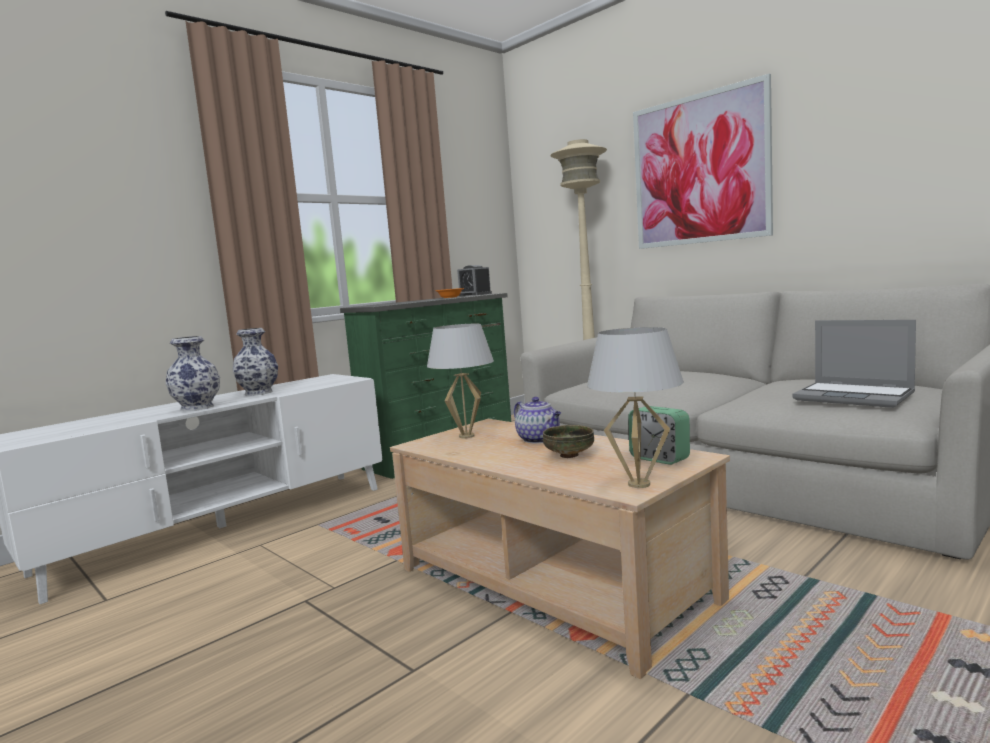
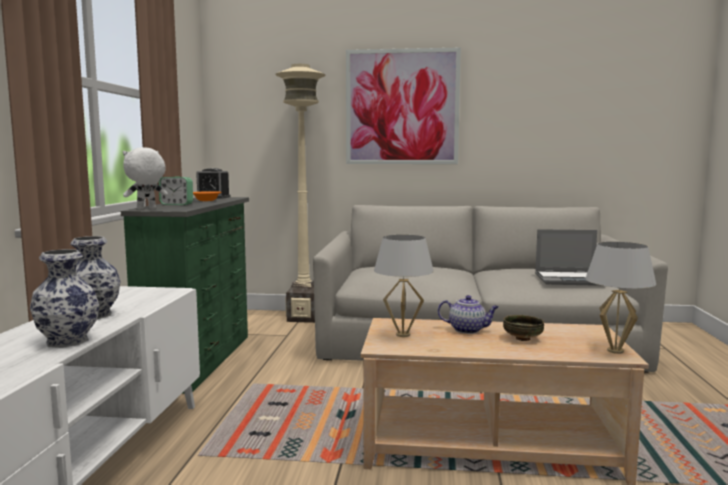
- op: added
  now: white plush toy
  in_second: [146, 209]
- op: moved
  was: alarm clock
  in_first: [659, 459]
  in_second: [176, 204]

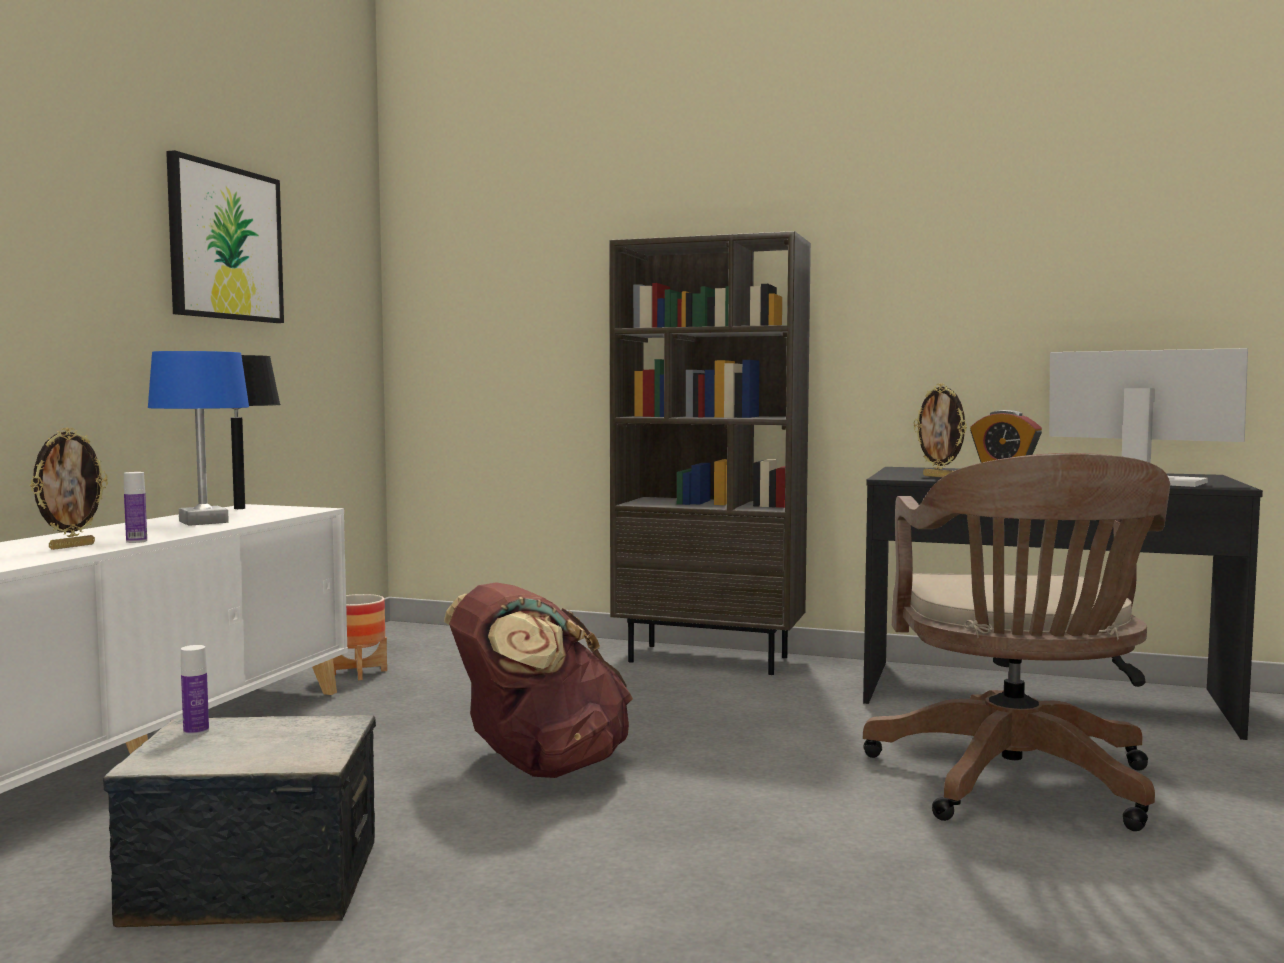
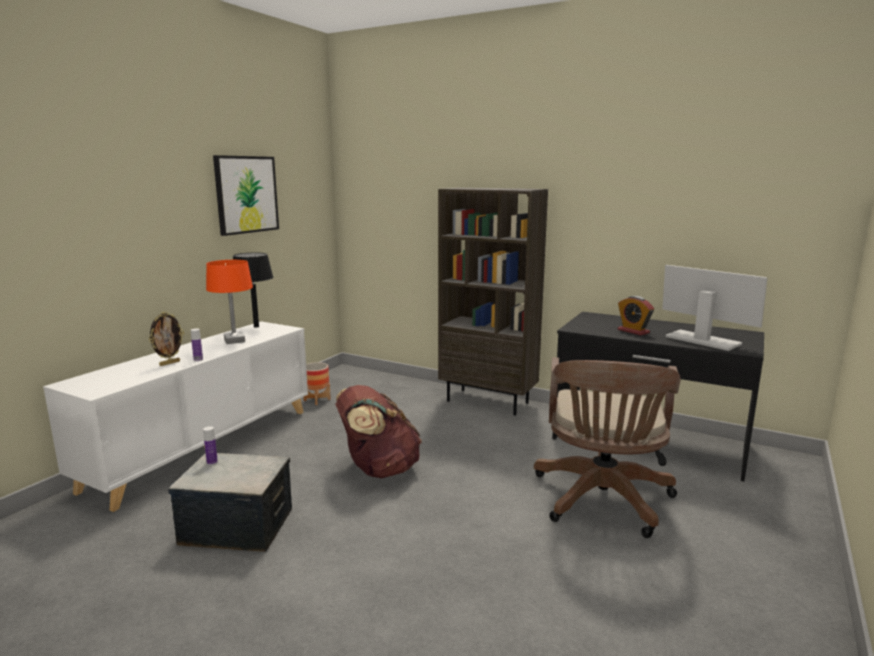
- op: recoloured
  was: blue table lamp
  now: orange table lamp
  in_first: [204, 522]
  in_second: [235, 340]
- op: removed
  was: picture frame
  in_first: [939, 476]

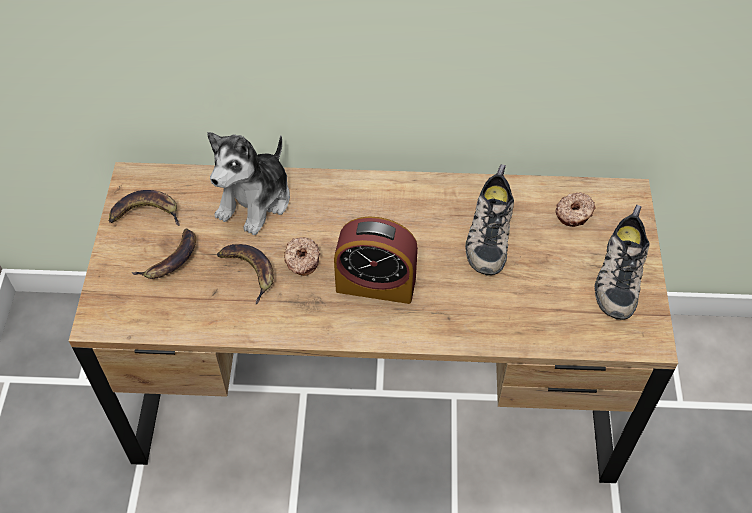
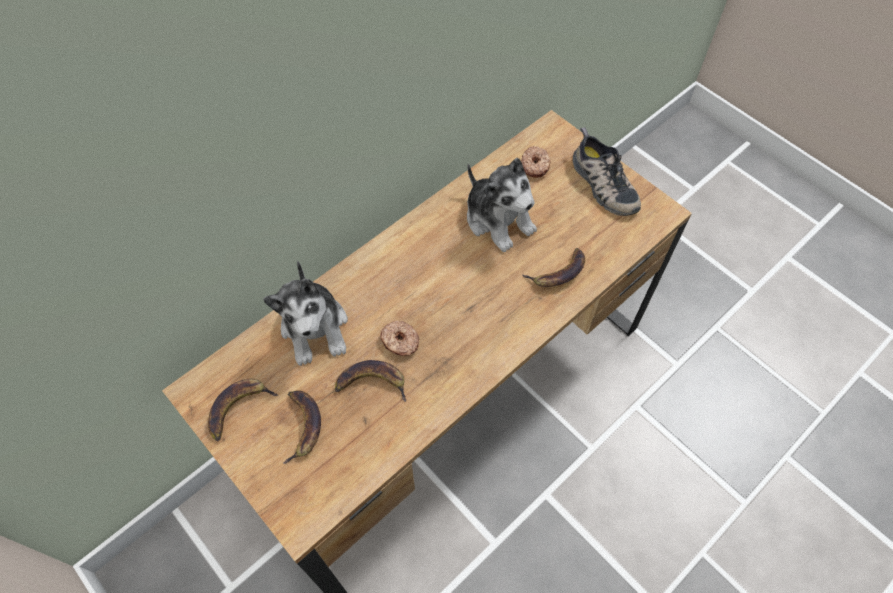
- op: replaced
  was: shoe
  now: plush toy
  in_first: [488, 232]
  in_second: [498, 220]
- op: added
  now: banana
  in_second: [558, 273]
- op: removed
  was: alarm clock
  in_first: [375, 284]

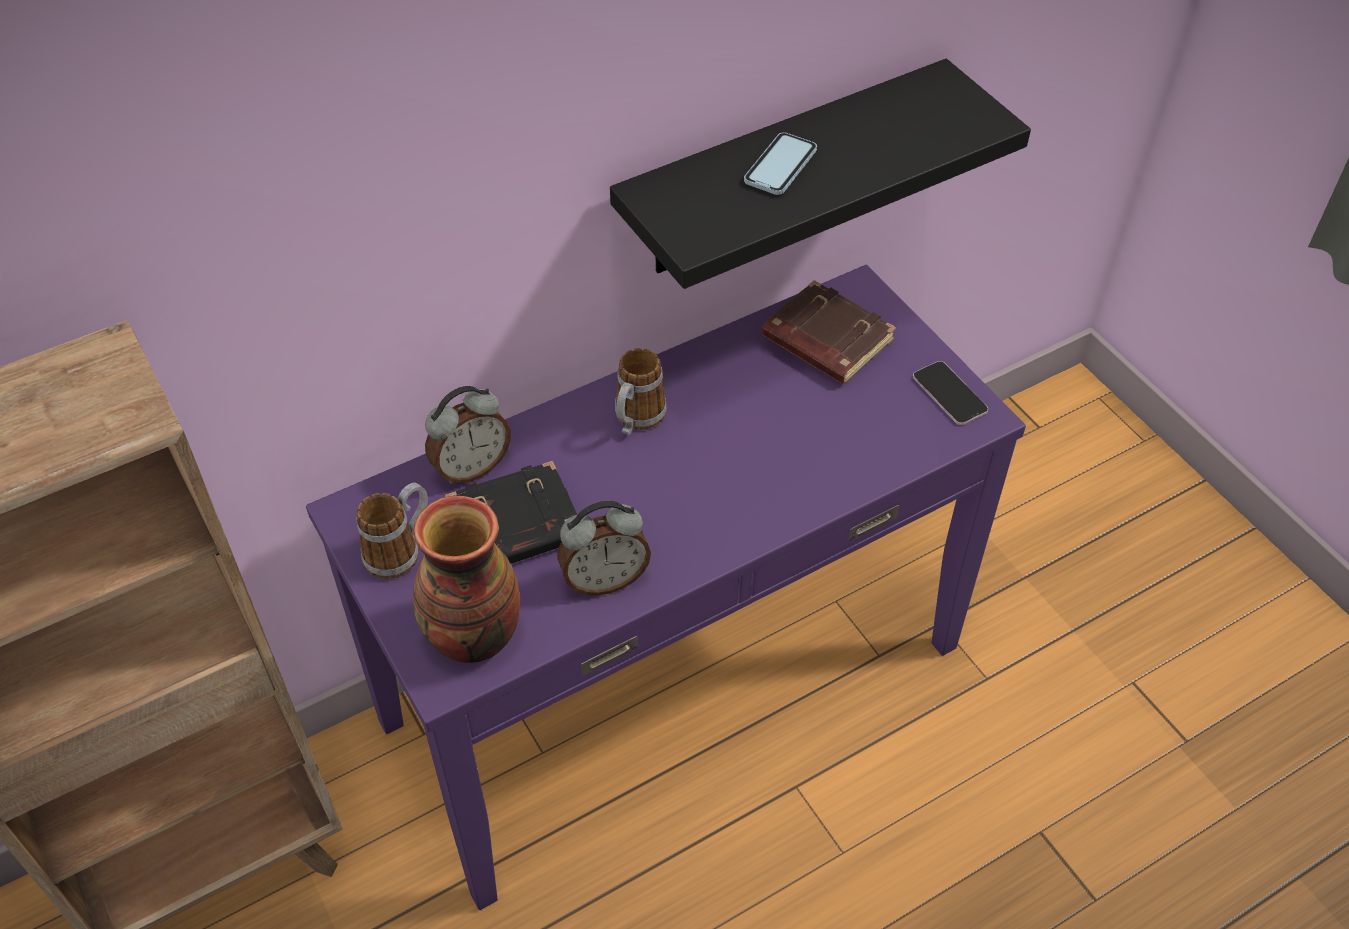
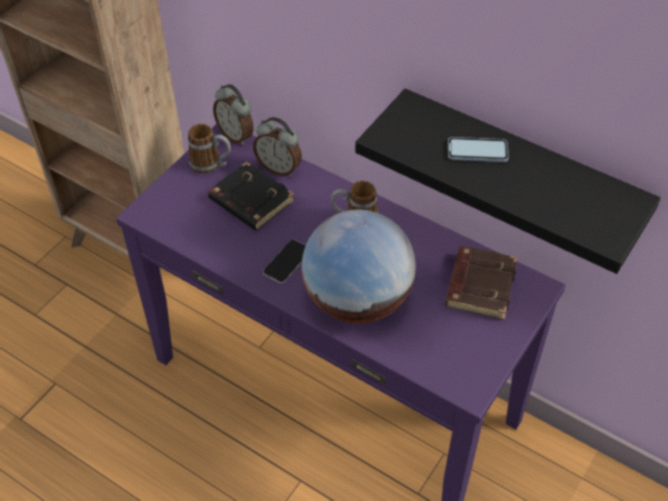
- op: moved
  was: alarm clock
  in_first: [604, 579]
  in_second: [236, 135]
- op: moved
  was: phone
  in_first: [949, 394]
  in_second: [287, 262]
- op: added
  now: globe
  in_second: [357, 299]
- op: removed
  was: vase
  in_first: [472, 637]

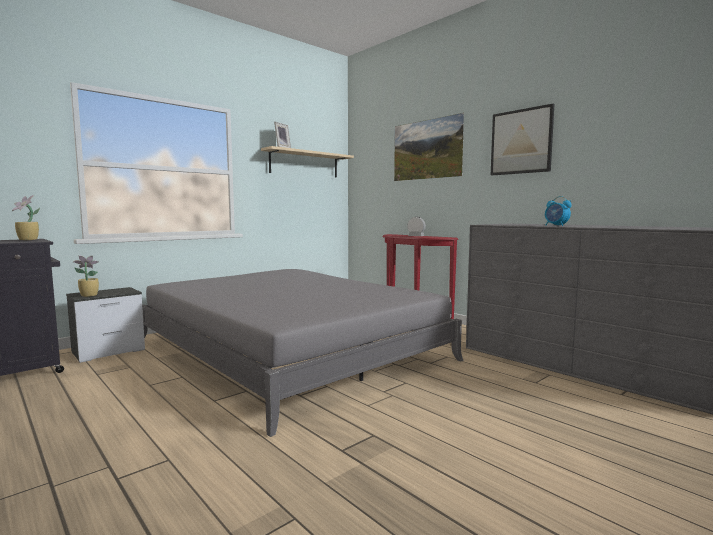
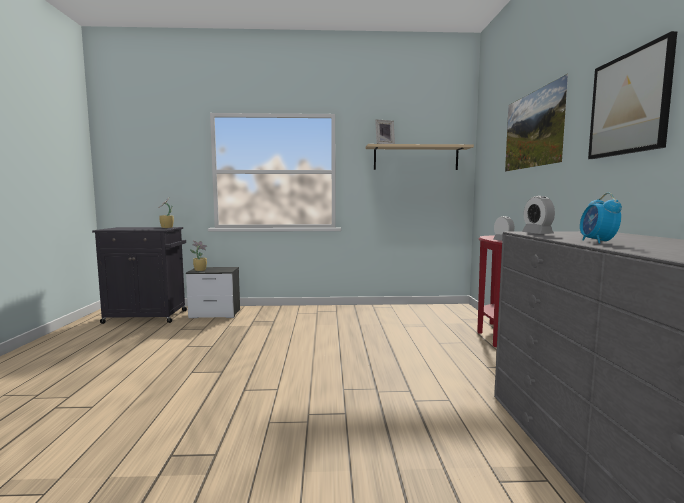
- op: added
  now: alarm clock
  in_second: [537, 233]
- op: removed
  was: grey bed
  in_first: [289, 350]

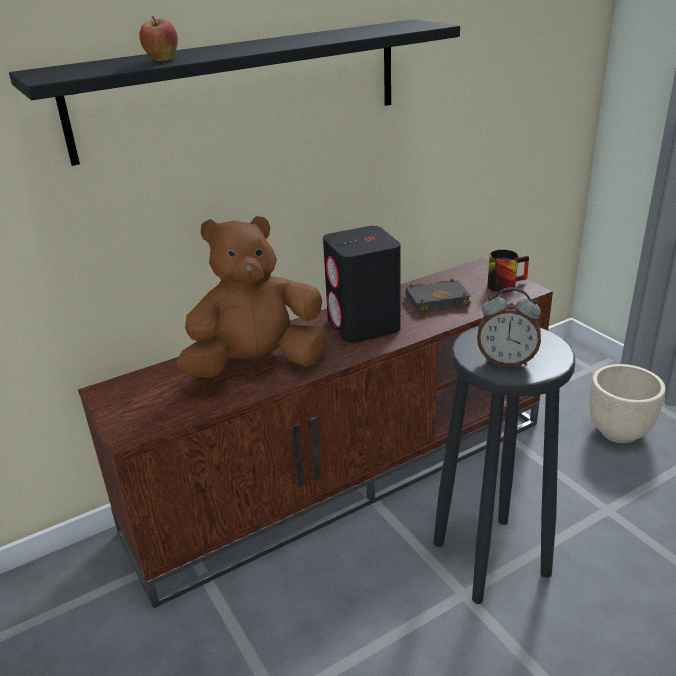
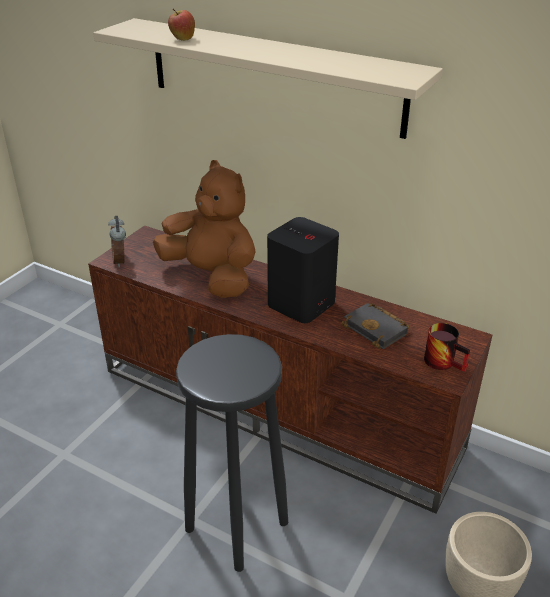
- op: recoloured
  was: black shelf
  now: beige shelf
  in_first: [242, 88]
  in_second: [272, 76]
- op: moved
  was: alarm clock
  in_first: [506, 361]
  in_second: [121, 260]

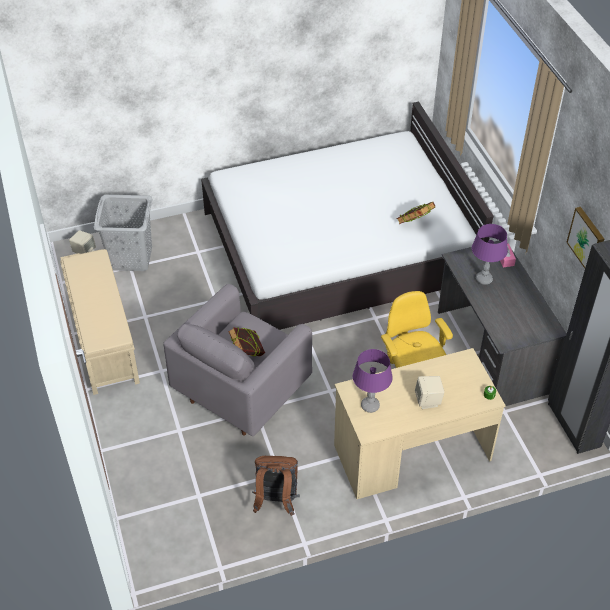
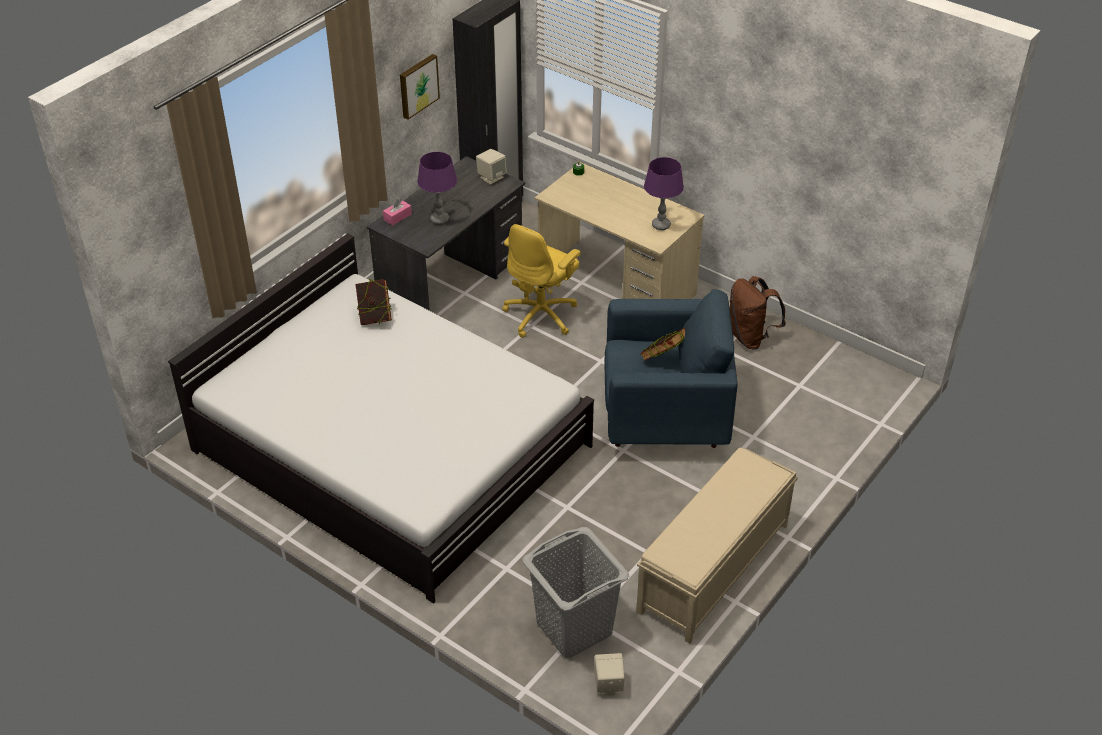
- op: moved
  was: beige speaker
  in_first: [428, 401]
  in_second: [491, 177]
- op: recoloured
  was: grey armchair
  now: blue armchair
  in_first: [242, 391]
  in_second: [664, 418]

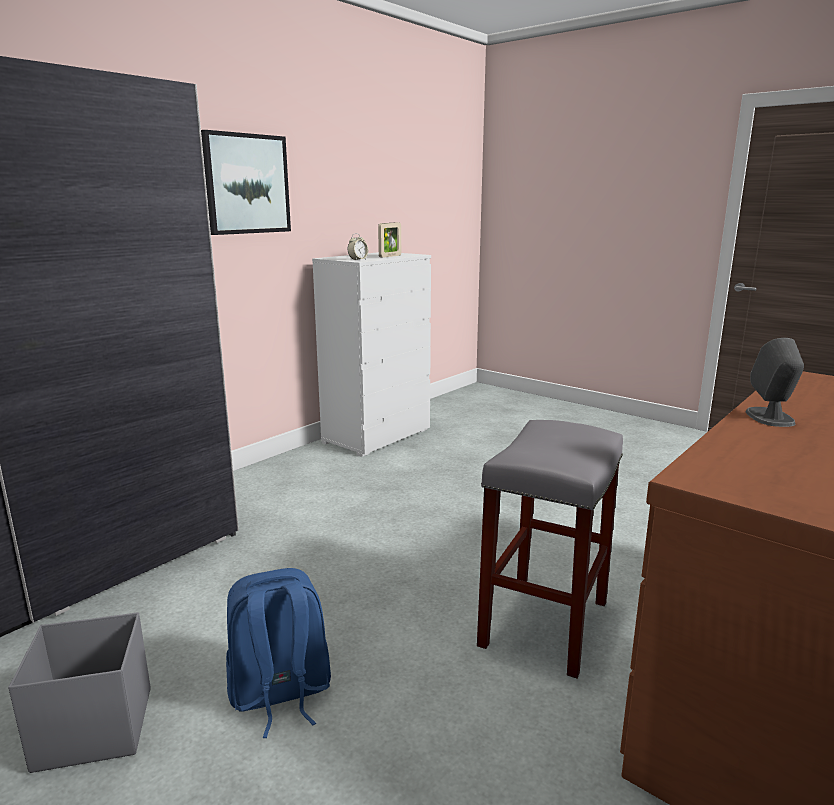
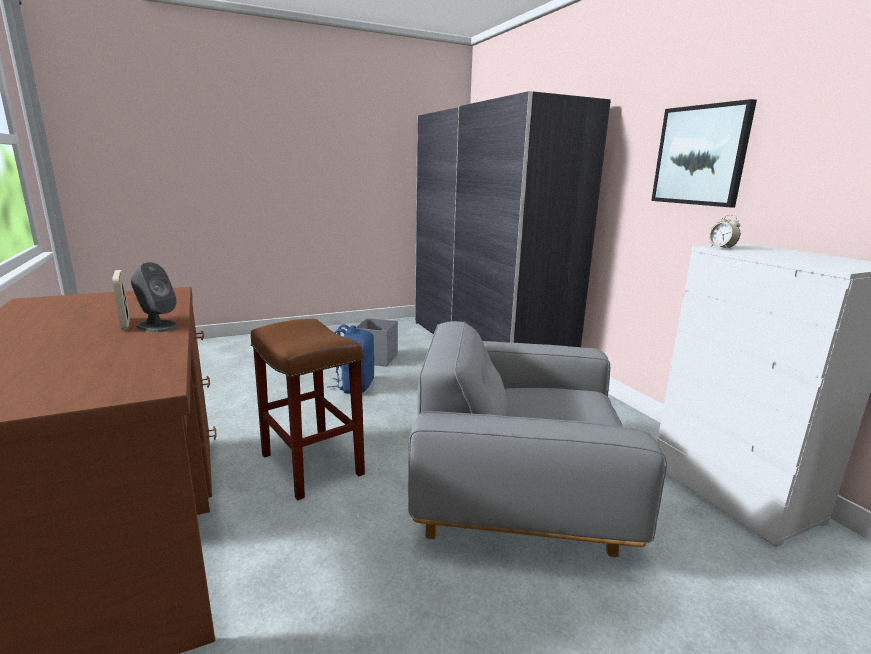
- op: moved
  was: picture frame
  in_first: [390, 256]
  in_second: [125, 324]
- op: recoloured
  was: grey stool
  now: brown stool
  in_first: [544, 622]
  in_second: [313, 465]
- op: added
  now: grey armchair
  in_second: [517, 490]

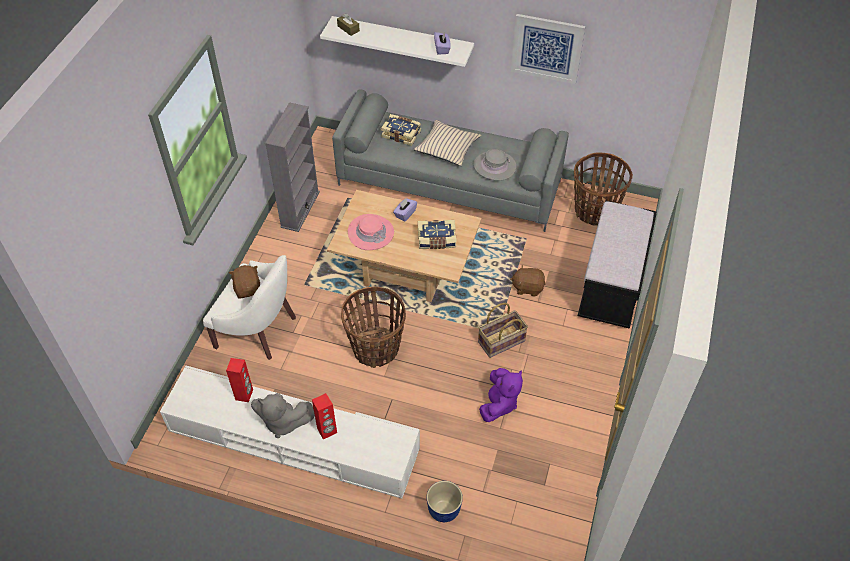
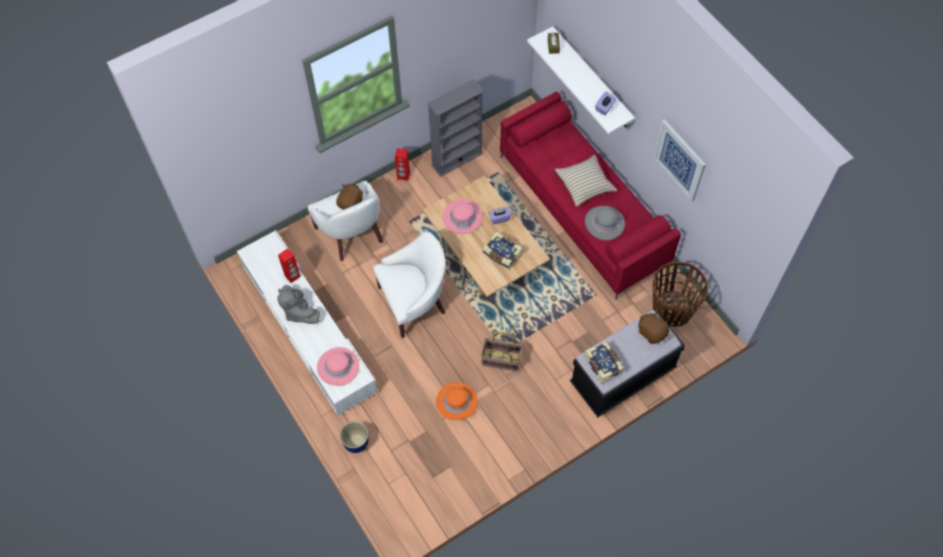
- op: added
  now: pink hat
  in_second: [338, 367]
- op: replaced
  was: basket
  now: white armchair
  in_first: [376, 348]
  in_second: [414, 302]
- op: moved
  was: red speaker
  in_first: [327, 431]
  in_second: [403, 176]
- op: replaced
  was: purple plush toy
  now: orange hat
  in_first: [499, 404]
  in_second: [456, 401]
- op: recoloured
  was: grey sofa
  now: red sofa
  in_first: [450, 183]
  in_second: [583, 210]
- op: moved
  was: book
  in_first: [401, 134]
  in_second: [603, 364]
- op: moved
  was: brown plush toy
  in_first: [527, 287]
  in_second: [652, 332]

